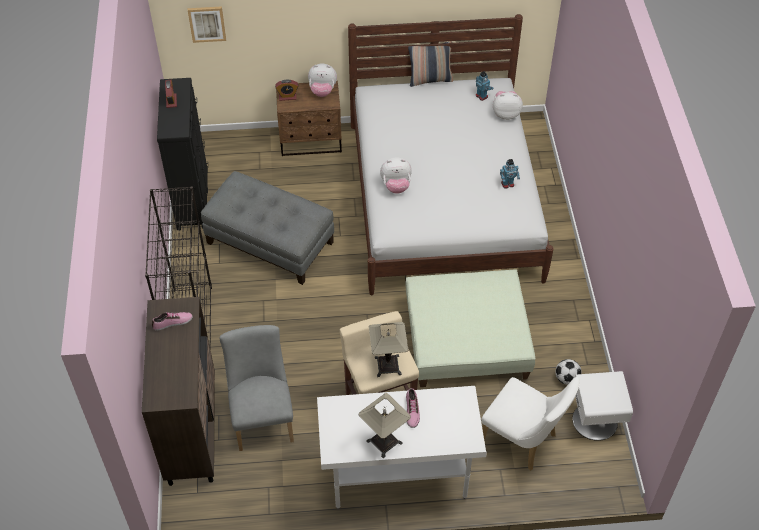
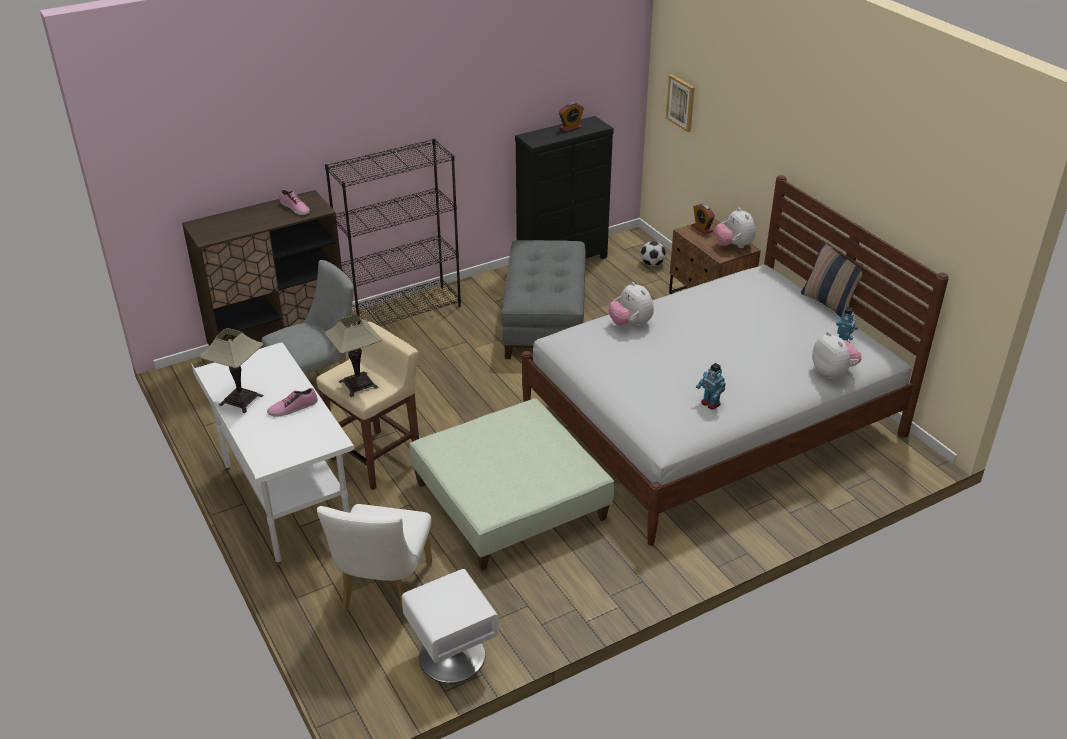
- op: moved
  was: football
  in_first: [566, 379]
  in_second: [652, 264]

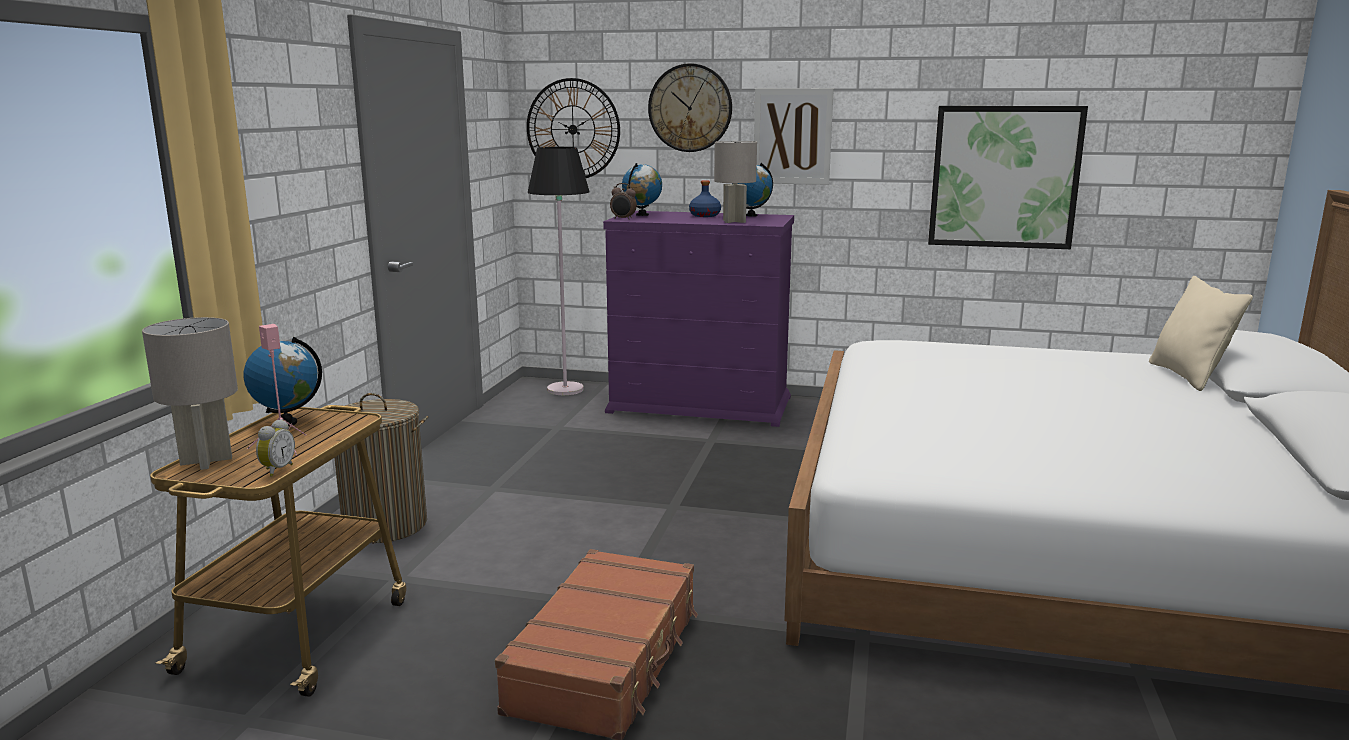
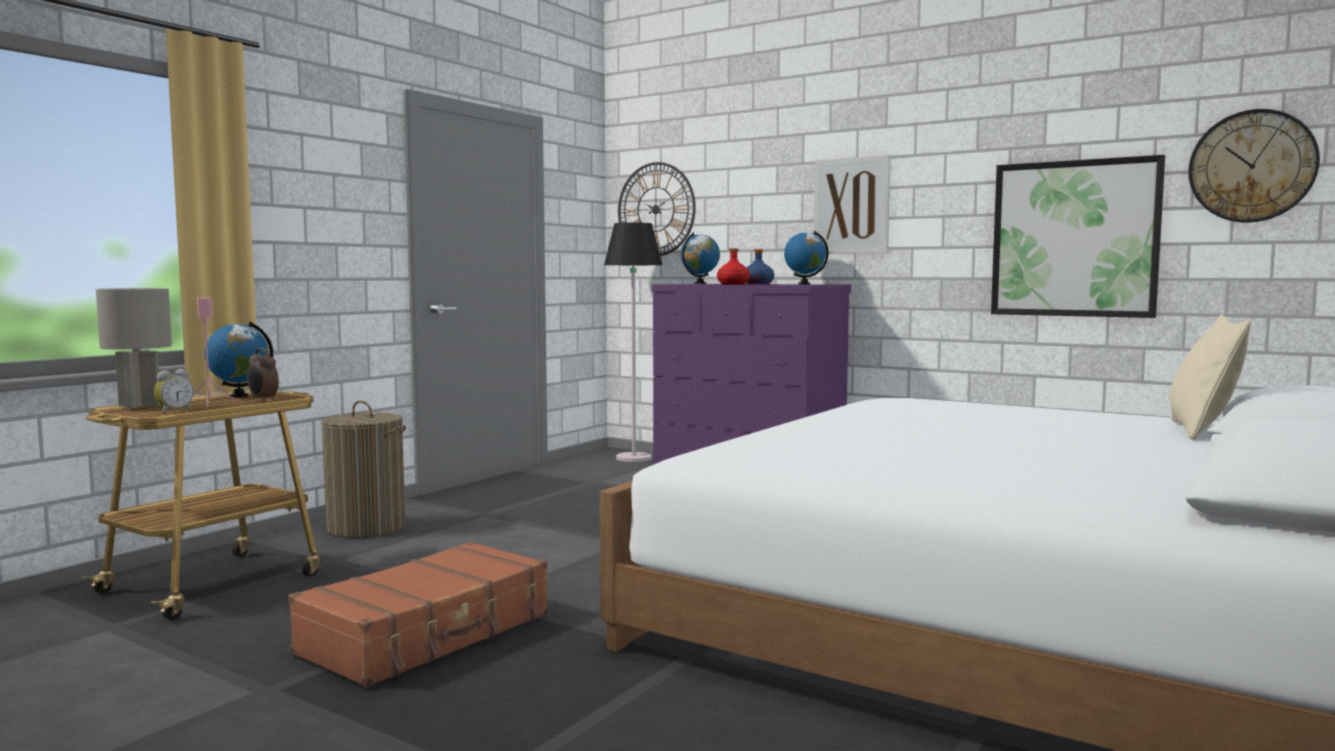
- op: moved
  was: alarm clock
  in_first: [623, 219]
  in_second: [263, 400]
- op: added
  now: red bottle
  in_second: [733, 284]
- op: moved
  was: wall clock
  in_first: [690, 108]
  in_second: [1252, 166]
- op: removed
  was: grey table lamp
  in_first: [734, 221]

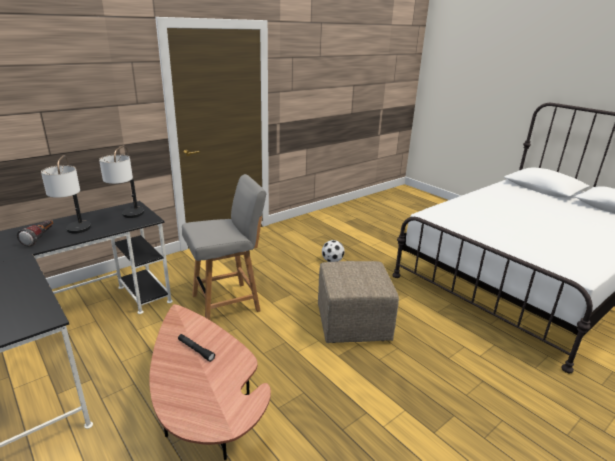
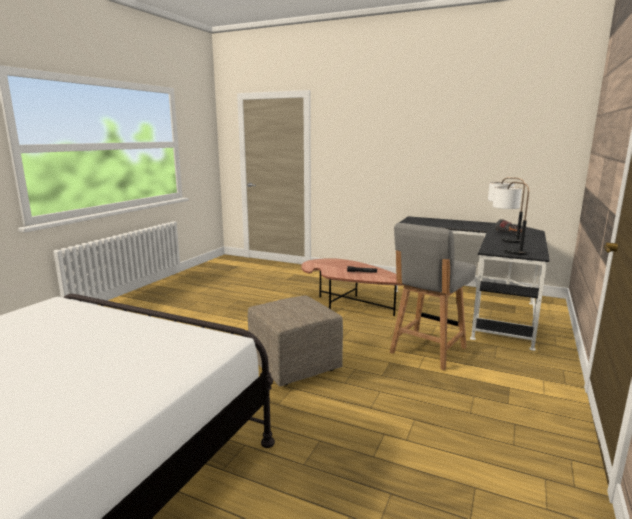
- op: removed
  was: football
  in_first: [332, 261]

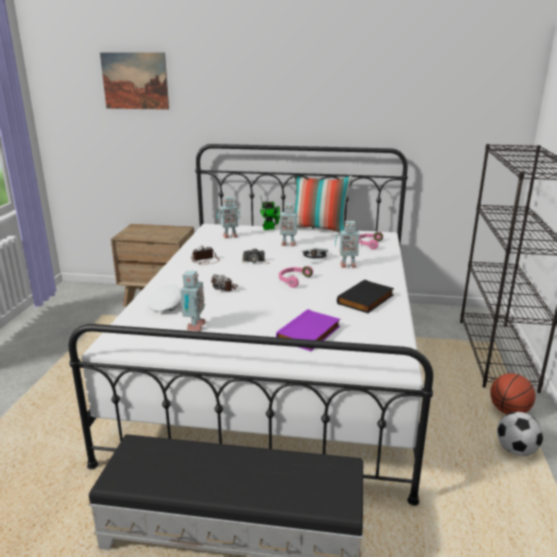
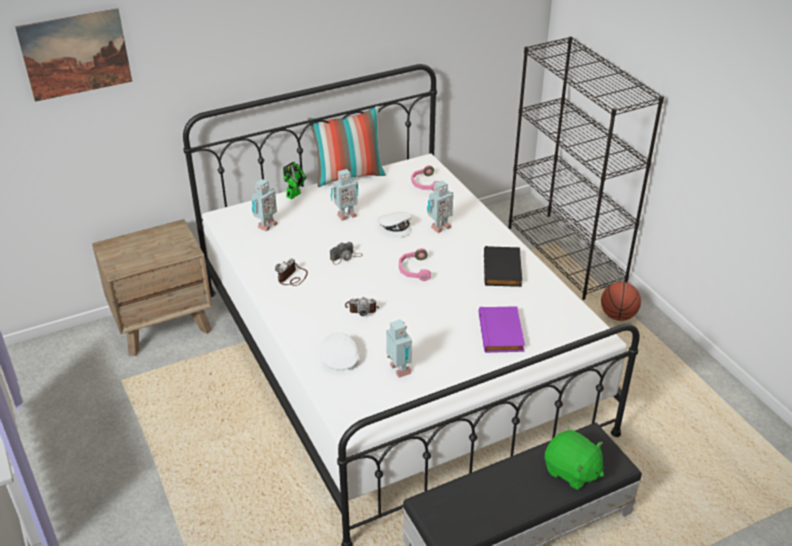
- op: added
  now: green plush toy
  in_second: [571, 471]
- op: removed
  was: football
  in_first: [516, 450]

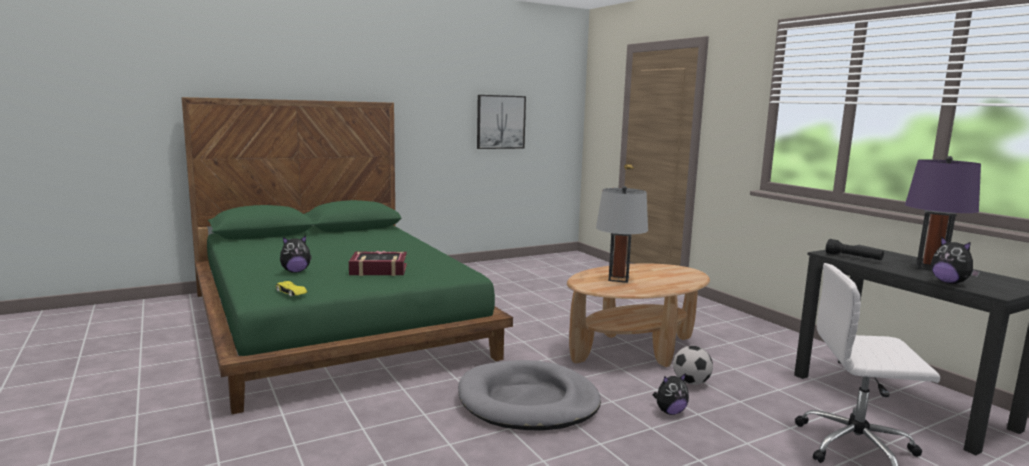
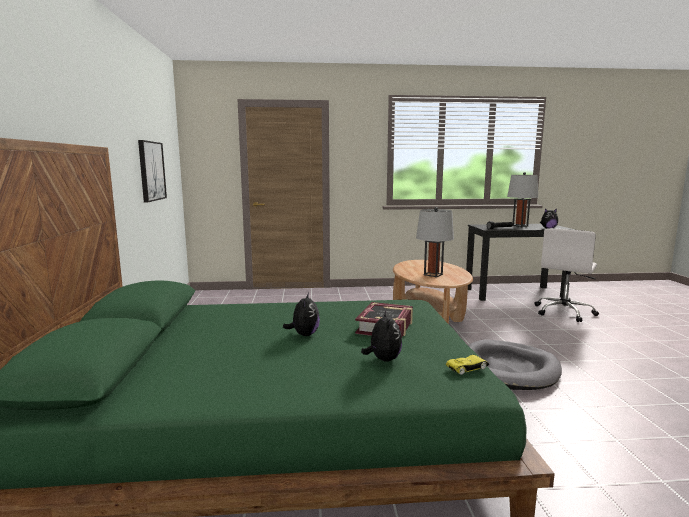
- op: moved
  was: plush toy
  in_first: [670, 412]
  in_second: [304, 334]
- op: recoloured
  was: purple table lamp
  now: grey table lamp
  in_first: [930, 268]
  in_second: [520, 226]
- op: removed
  was: football
  in_first: [691, 382]

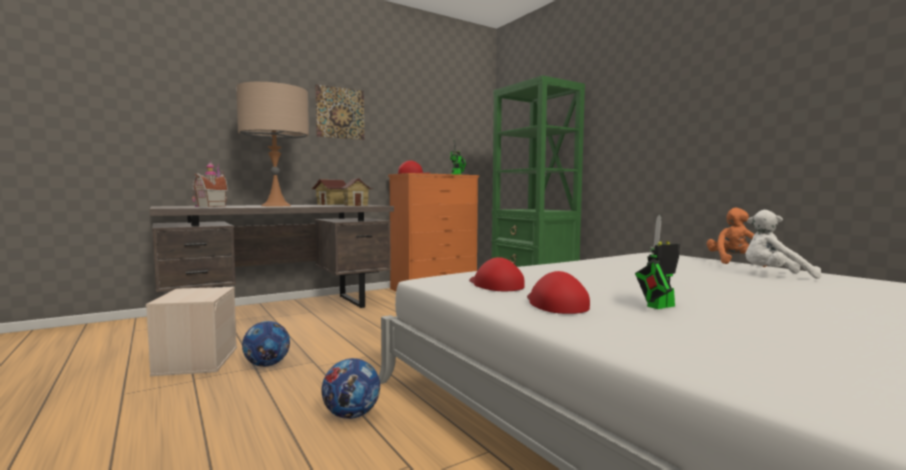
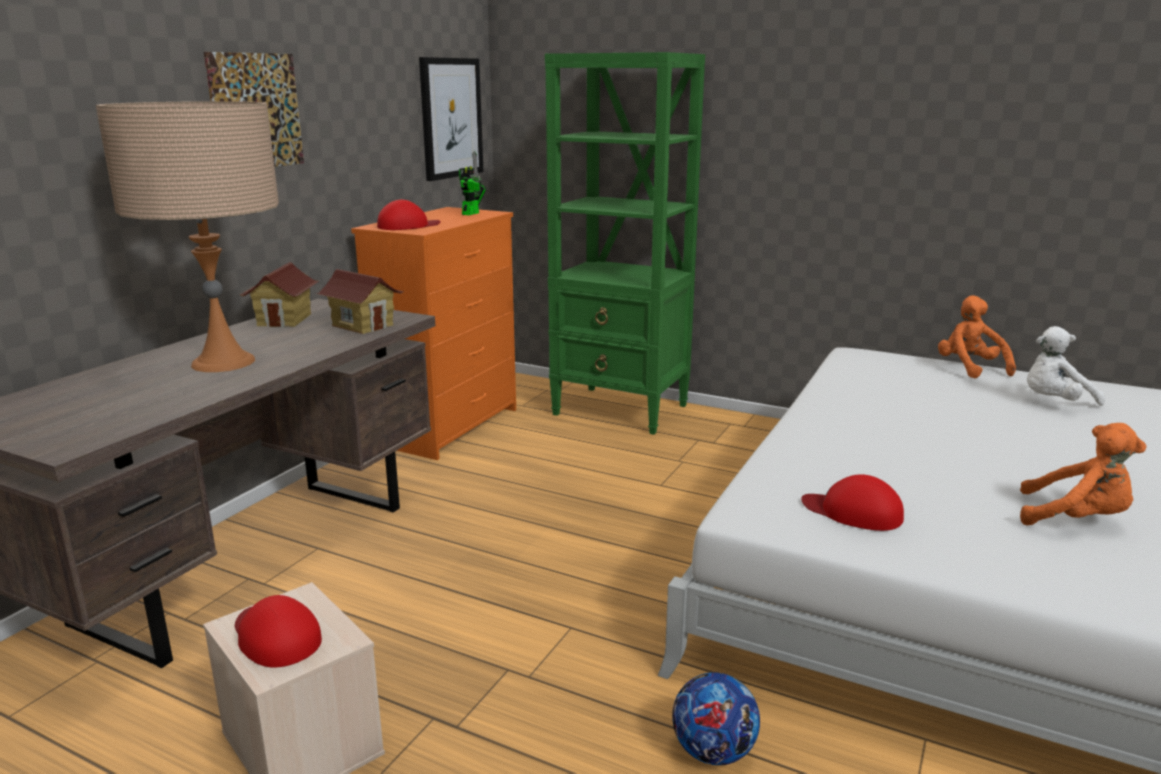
- op: moved
  was: red cap
  in_first: [555, 304]
  in_second: [275, 636]
- op: added
  now: picture
  in_second: [451, 118]
- op: replaced
  was: toy robot
  now: orange plush toy
  in_first: [657, 307]
  in_second: [1076, 519]
- op: removed
  was: toy house
  in_first: [209, 206]
- op: removed
  was: football
  in_first: [267, 365]

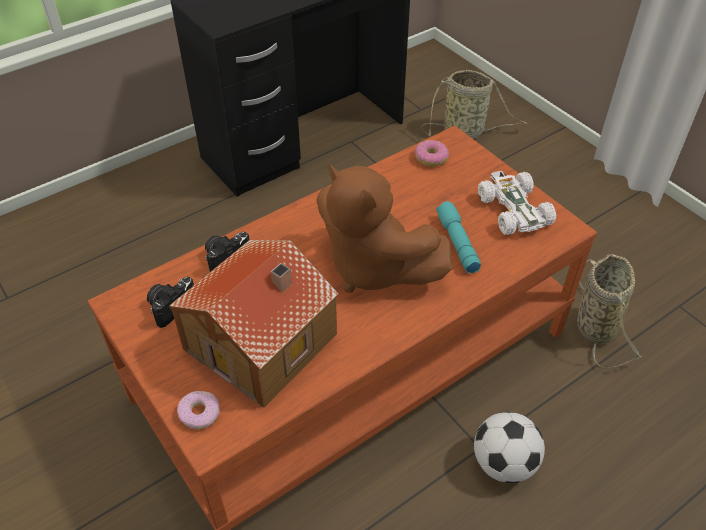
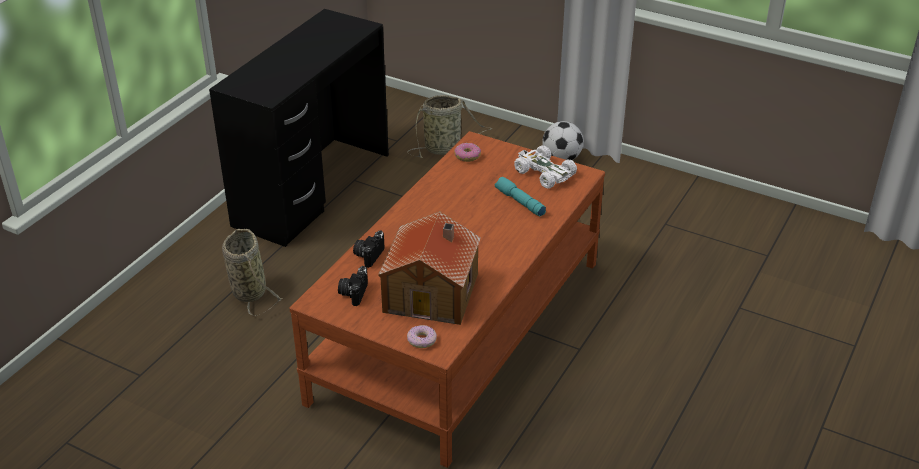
- op: moved
  was: basket
  in_first: [595, 323]
  in_second: [248, 290]
- op: moved
  was: football
  in_first: [503, 463]
  in_second: [561, 158]
- op: removed
  was: brown plush toy
  in_first: [373, 267]

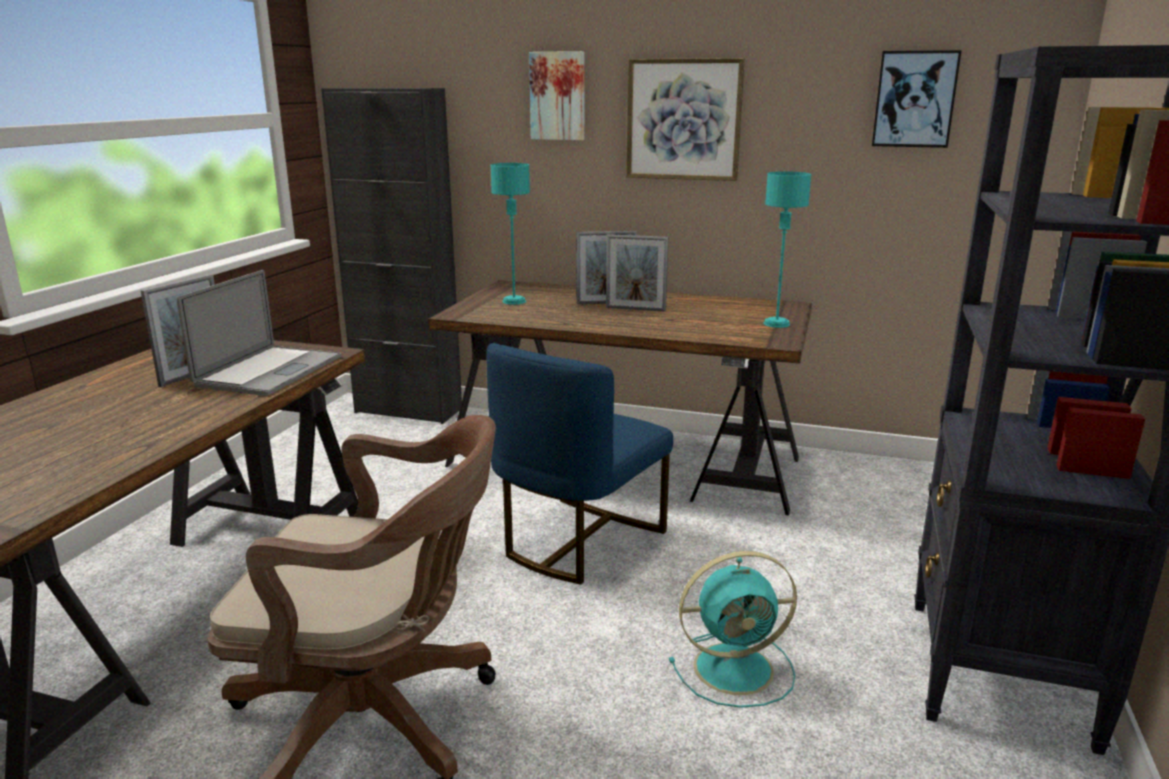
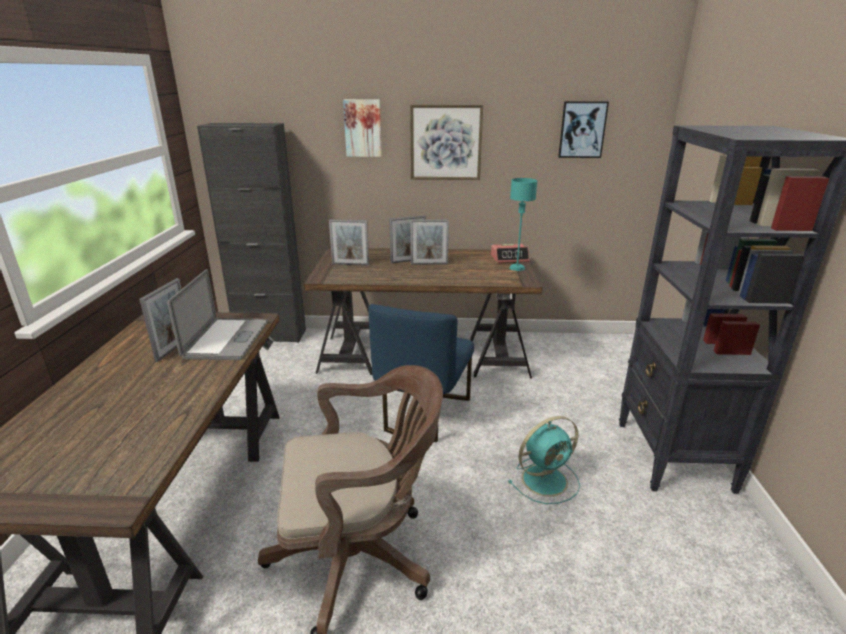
- op: replaced
  was: turquoise table lamp
  now: picture frame
  in_first: [514, 301]
  in_second: [350, 264]
- op: added
  now: alarm clock
  in_second: [509, 258]

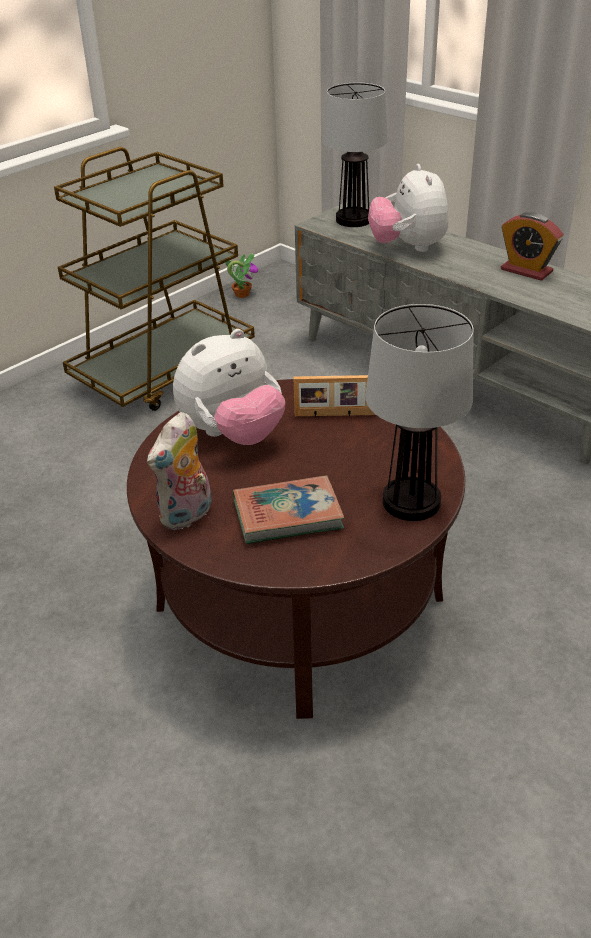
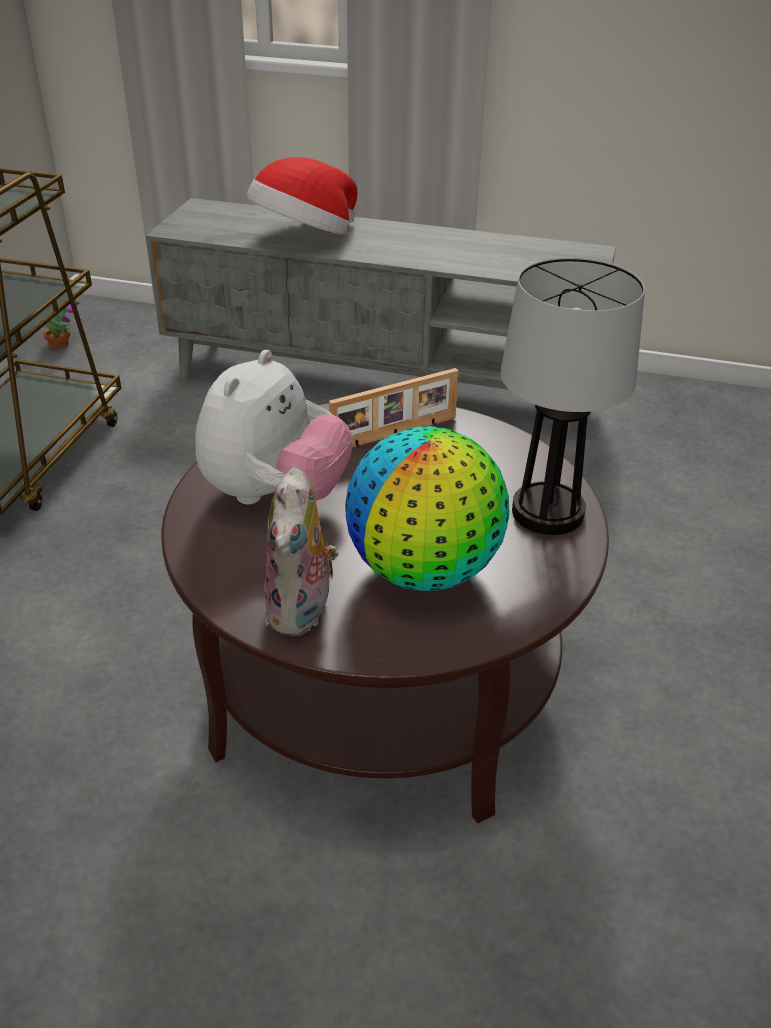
- op: replaced
  was: plush toy
  now: hat
  in_first: [408, 247]
  in_second: [304, 237]
- op: replaced
  was: book
  now: globe
  in_first: [287, 515]
  in_second: [425, 570]
- op: removed
  was: table lamp
  in_first: [354, 219]
- op: removed
  was: alarm clock
  in_first: [526, 270]

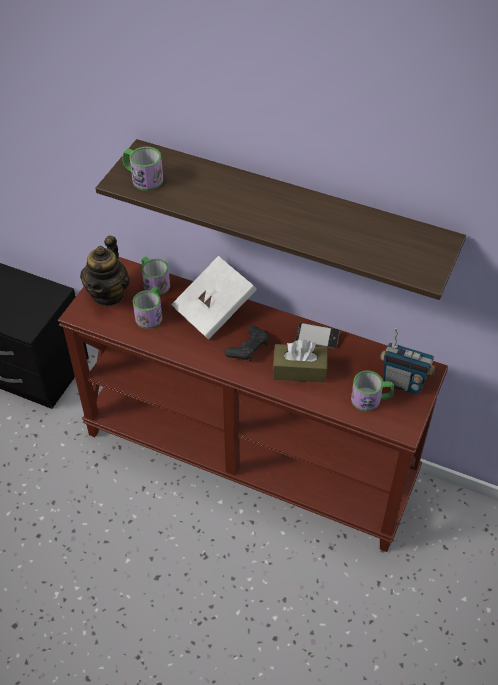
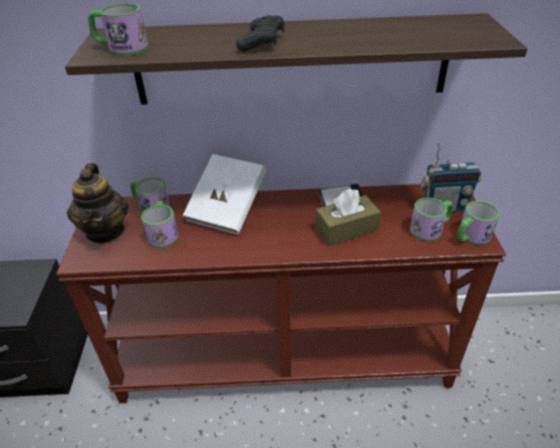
- op: moved
  was: black game controller
  in_first: [248, 348]
  in_second: [262, 42]
- op: added
  now: mug
  in_second: [470, 237]

